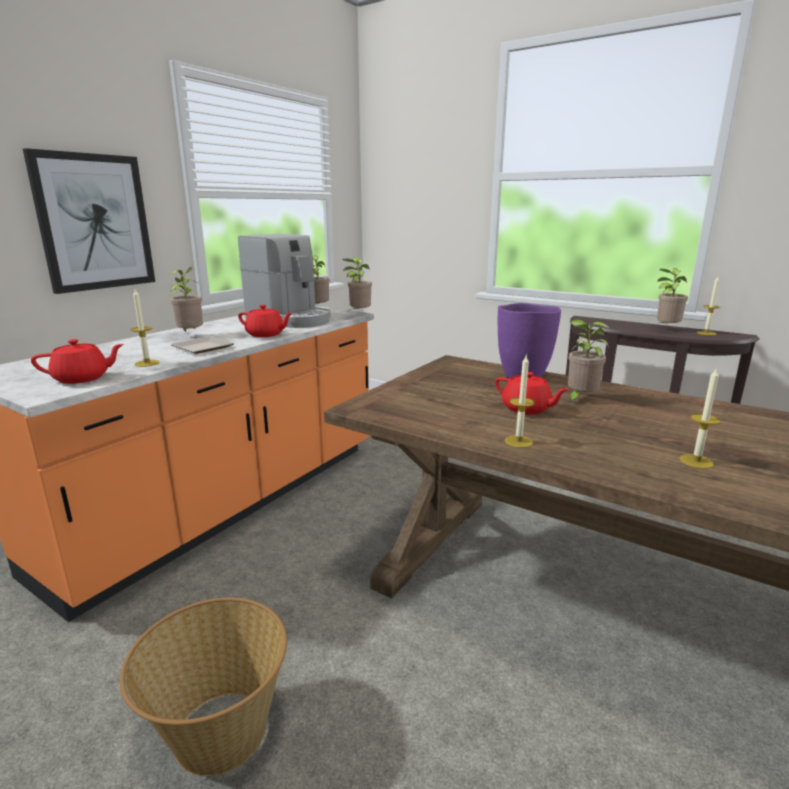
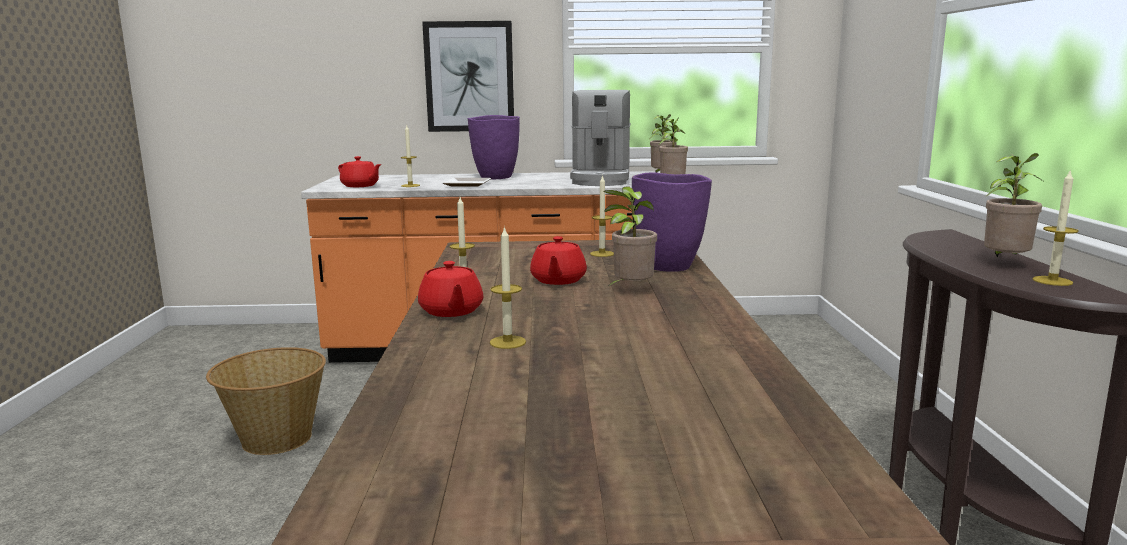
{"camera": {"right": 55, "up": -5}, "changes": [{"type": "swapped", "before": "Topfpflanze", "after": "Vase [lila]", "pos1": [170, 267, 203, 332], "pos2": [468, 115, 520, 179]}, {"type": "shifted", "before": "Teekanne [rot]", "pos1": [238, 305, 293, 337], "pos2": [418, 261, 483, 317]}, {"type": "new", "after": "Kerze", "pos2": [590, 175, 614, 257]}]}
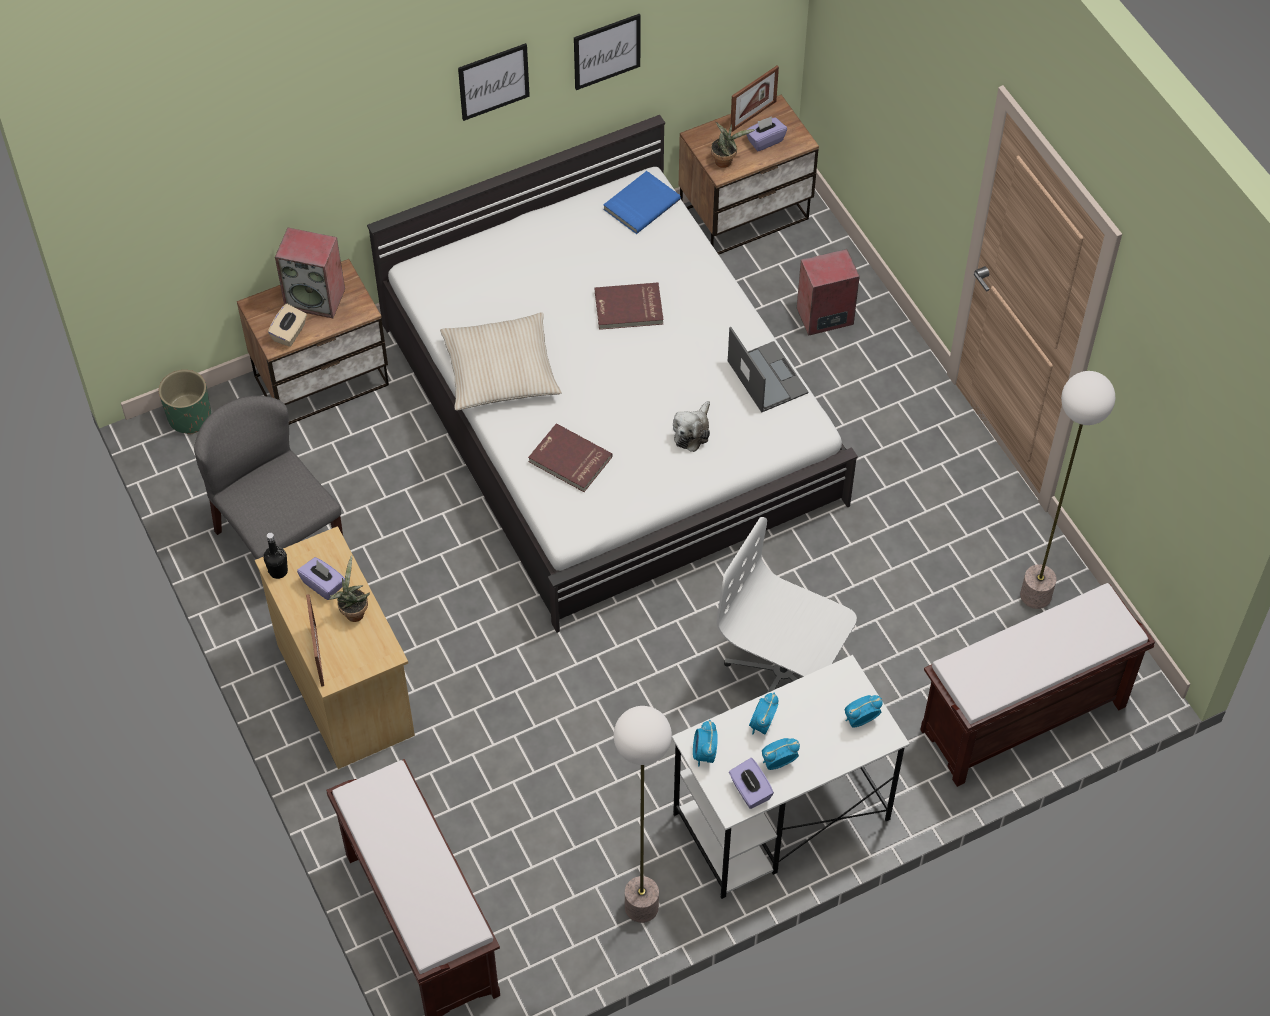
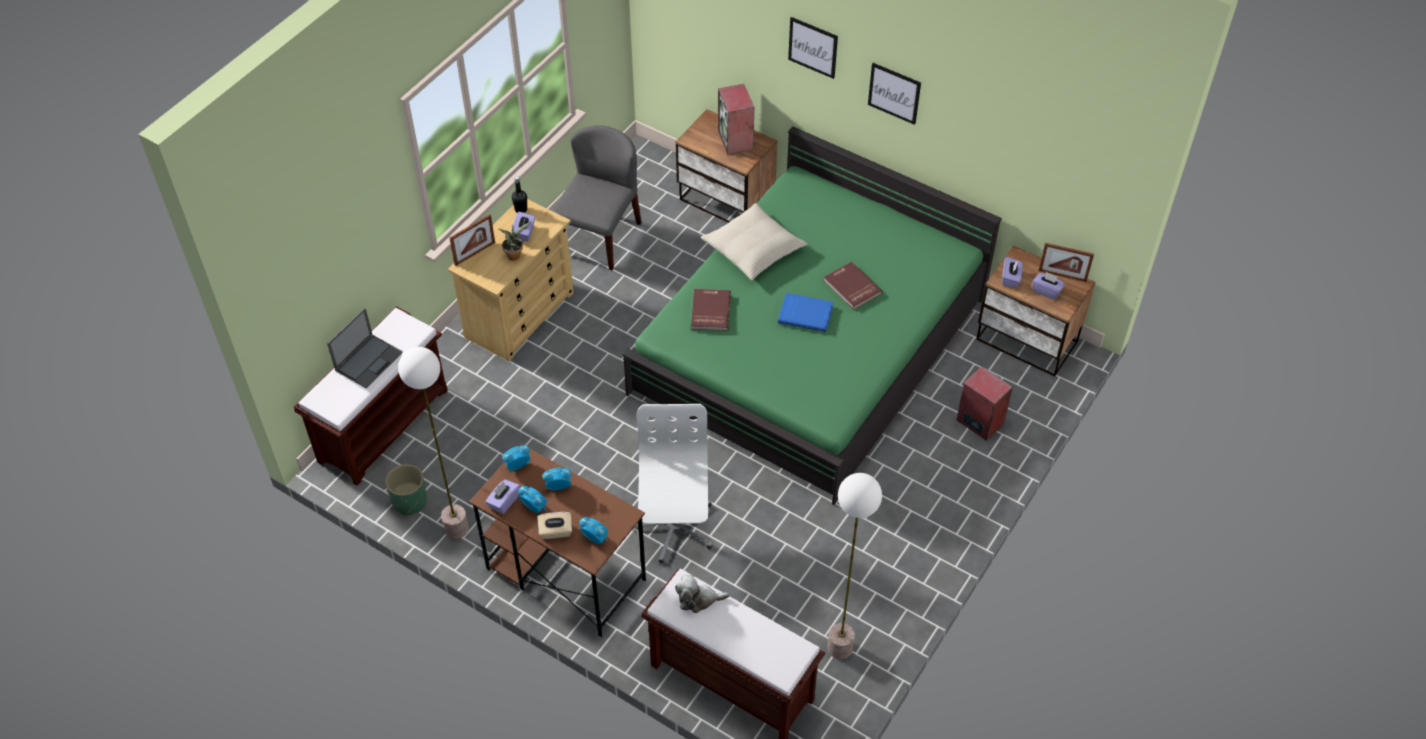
{"camera": {"right": 60, "up": -5}, "changes": [{"type": "shifted", "before": "Pflanzkübel [grün]", "pos1": [159, 370, 211, 435], "pos2": [385, 464, 427, 515]}, {"type": "shifted", "before": "Taschentuchbox [beige]", "pos1": [268, 304, 307, 347], "pos2": [537, 512, 572, 539]}, {"type": "repainted", "before": "Bett [weiß]", "after": "Bett [grün]", "pos1": [367, 115, 858, 633], "pos2": [622, 126, 1002, 505]}, {"type": "shifted", "before": "Bild", "pos1": [574, 14, 641, 90], "pos2": [788, 17, 838, 79]}, {"type": "shifted", "before": "Buch [blau]", "pos1": [603, 171, 681, 234], "pos2": [778, 293, 833, 332]}, {"type": "repainted", "before": "Schreibtisch [weiß]", "after": "Schreibtisch [braun]", "pos1": [672, 655, 910, 899], "pos2": [469, 444, 646, 637]}, {"type": "shifted", "before": "Plüschtier", "pos1": [673, 401, 710, 452], "pos2": [675, 574, 730, 613]}, {"type": "swapped", "before": "Topfpflanze", "after": "Taschentuchbox [lila]", "pos1": [711, 122, 755, 168], "pos2": [1002, 257, 1023, 287]}, {"type": "shifted", "before": "Laptop", "pos1": [728, 327, 809, 413], "pos2": [327, 308, 403, 389]}]}
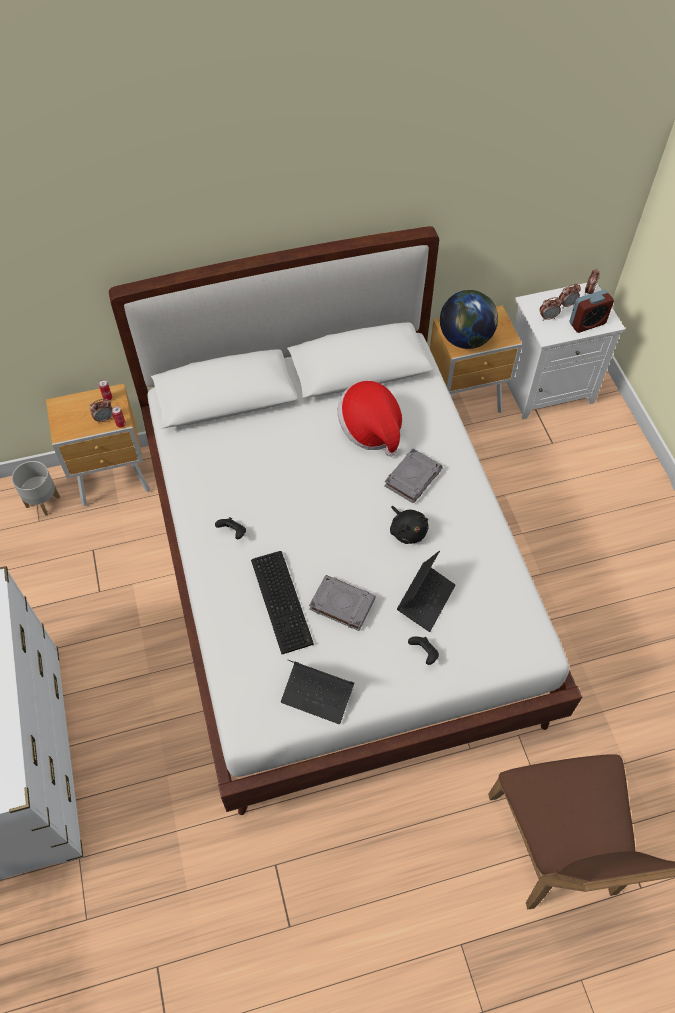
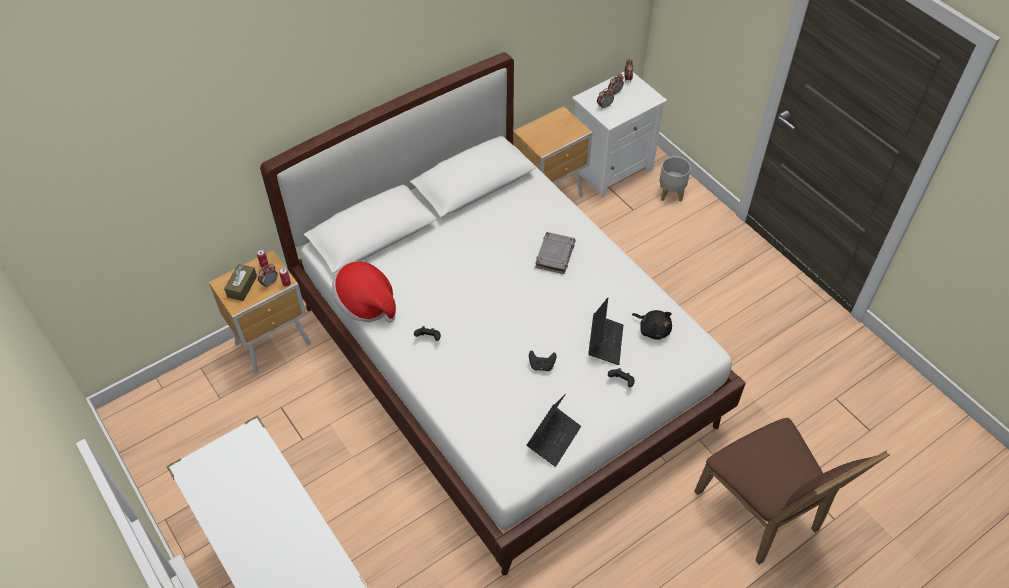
{"camera": {"right": -20, "up": -5}, "changes": [{"type": "shifted", "before": "Pflanzkübel [grau]", "pos1": [12, 461, 60, 516], "pos2": [659, 157, 691, 202]}, {"type": "gone", "before": "Tastatur", "pos1": [251, 551, 314, 654]}, {"type": "rotated", "before": "Laptop", "pos1": [281, 660, 354, 724], "pos2": [527, 394, 581, 467], "turn": -60}, {"type": "swapped", "before": "Buch [grau]", "after": "Gamepad [schwarz]", "pos1": [309, 575, 376, 631], "pos2": [529, 351, 557, 371]}, {"type": "shifted", "before": "Hut", "pos1": [338, 380, 402, 457], "pos2": [332, 261, 396, 323]}, {"type": "shifted", "before": "Plüschtier [schwarz]", "pos1": [390, 506, 429, 544], "pos2": [632, 310, 672, 340]}, {"type": "gone", "before": "Globus", "pos1": [440, 290, 498, 349]}, {"type": "gone", "before": "Wecker", "pos1": [569, 290, 614, 333]}, {"type": "new", "after": "Taschentuchbox [braun]", "pos2": [224, 264, 257, 301]}]}
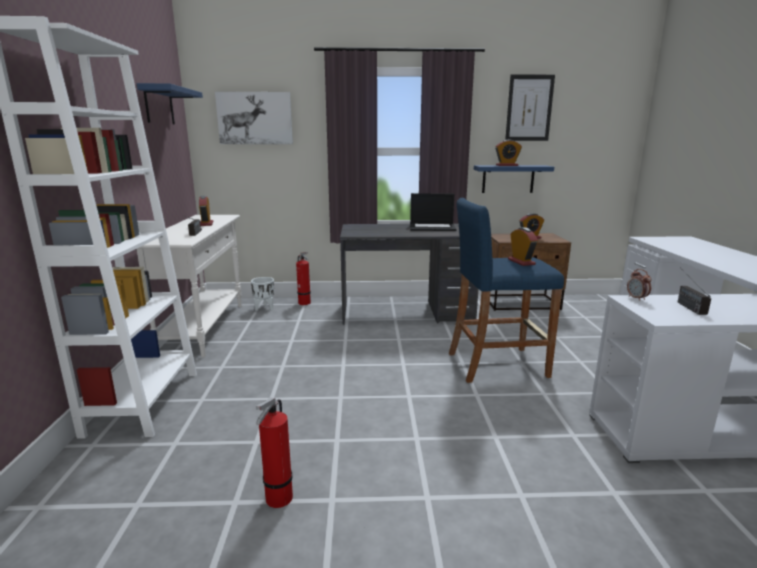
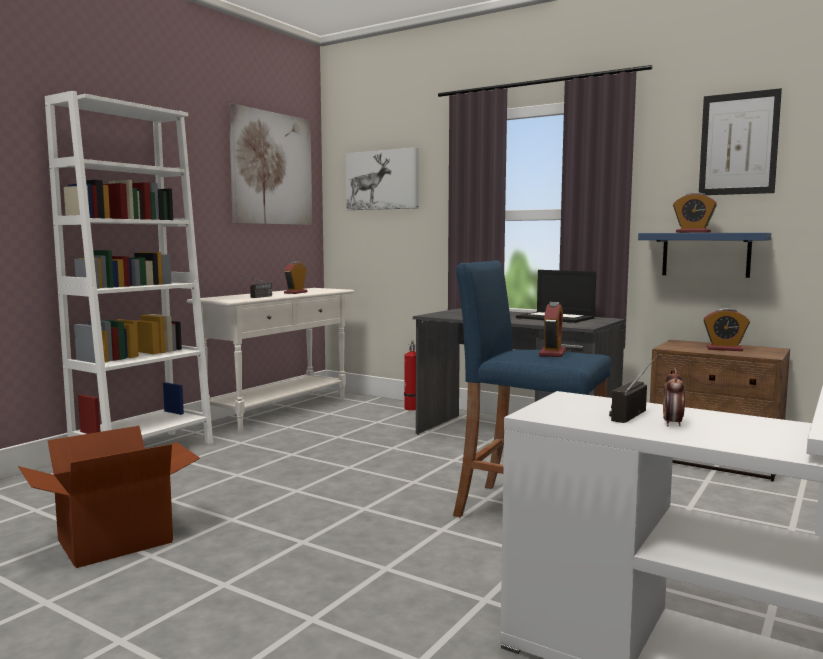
{"camera": {"right": 35, "up": -10}, "changes": [{"type": "swapped", "before": "Wandregal [blau]", "after": "Bild", "pos1": [137, 83, 203, 124], "pos2": [229, 103, 312, 225]}, {"type": "gone", "before": "Pflanzkübel [weiß]", "pos1": [251, 277, 274, 311]}, {"type": "swapped", "before": "Feuerlöscher", "after": "Karton", "pos1": [256, 398, 293, 508], "pos2": [18, 426, 200, 568]}, {"type": "shifted", "before": "Wecker", "pos1": [627, 269, 652, 301], "pos2": [663, 368, 685, 426]}]}
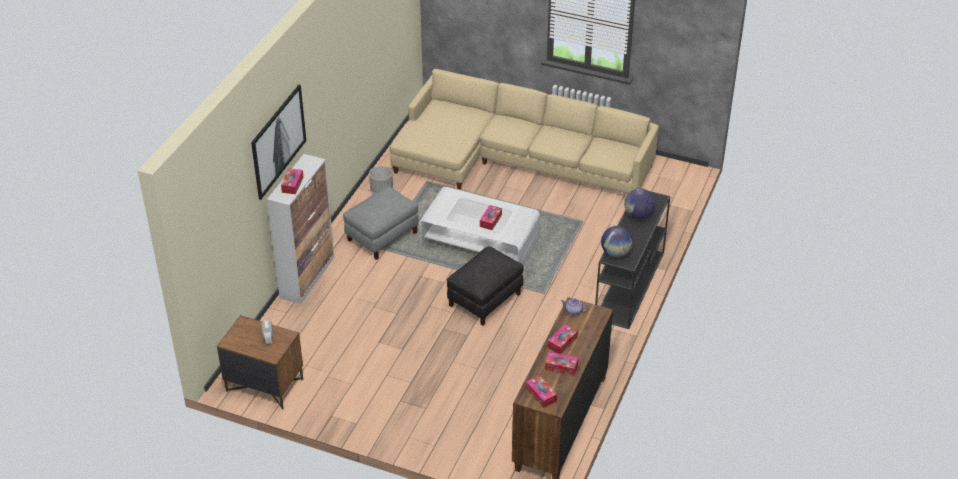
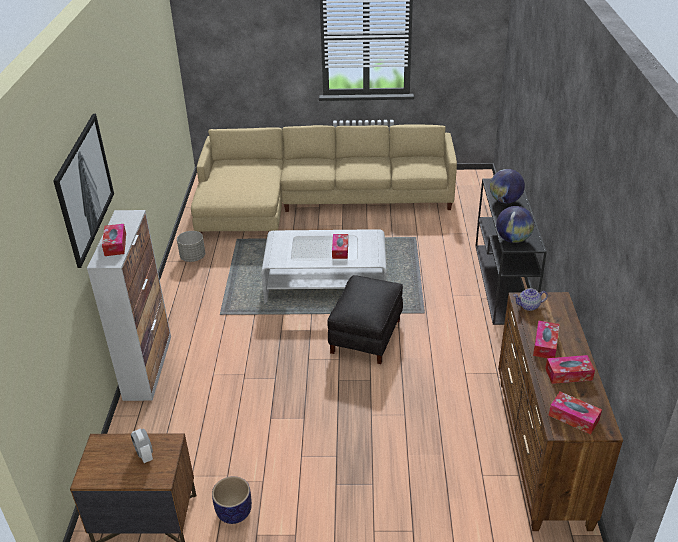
{"camera": {"right": -20, "up": -5}, "changes": [{"type": "gone", "before": "Polsterhocker [grau]", "pos1": [343, 186, 419, 260]}, {"type": "new", "after": "Pflanzkübel", "pos2": [212, 476, 252, 524]}]}
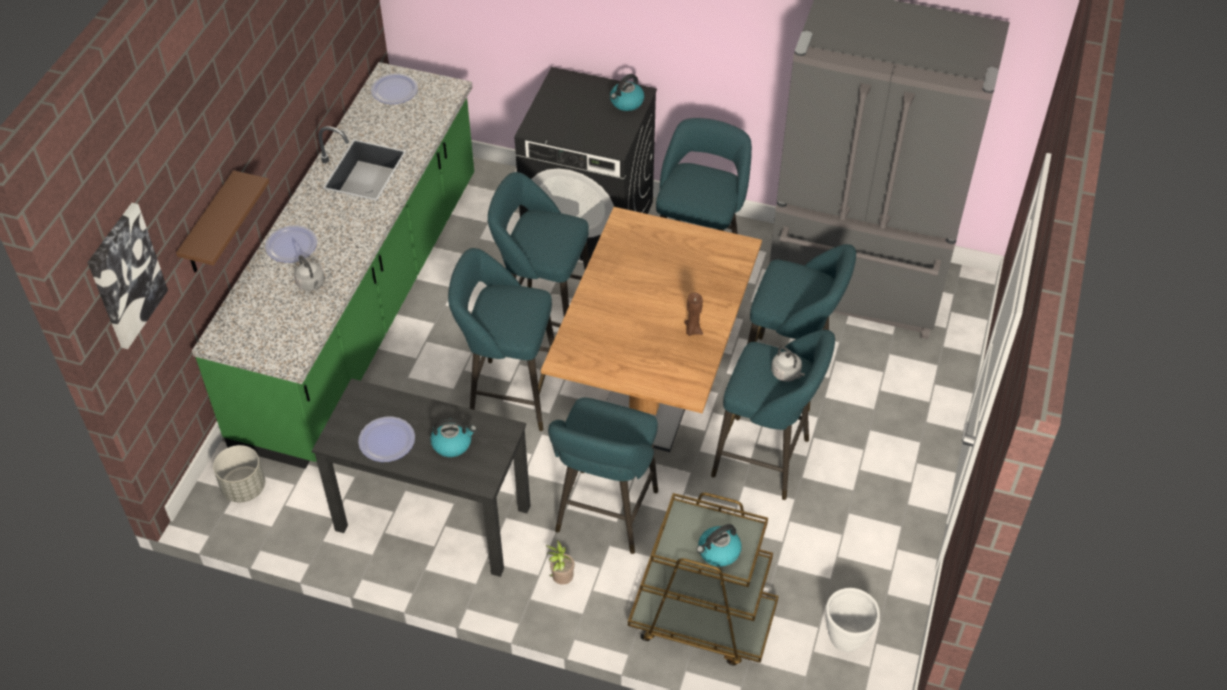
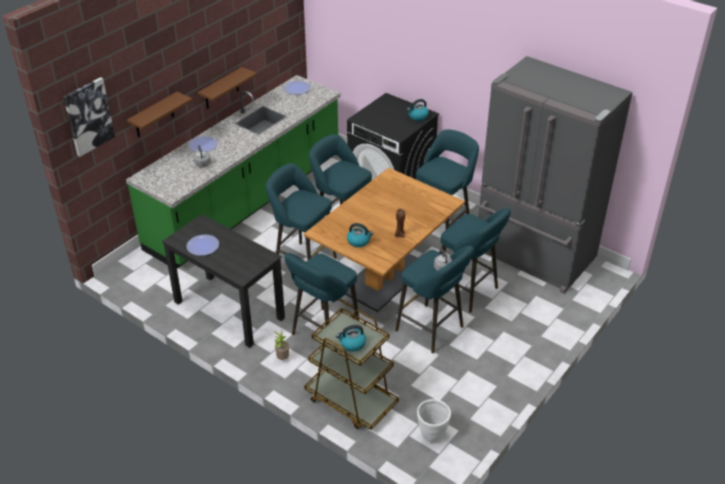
{"camera": {"right": 20, "up": -10}, "changes": [{"type": "gone", "before": "Pflanzkübel [grau]", "pos1": [213, 445, 265, 502]}, {"type": "shifted", "before": "Wasserkessel", "pos1": [430, 419, 477, 457], "pos2": [347, 223, 373, 247]}, {"type": "new", "after": "Wandregal [braun]", "pos2": [198, 67, 257, 109]}]}
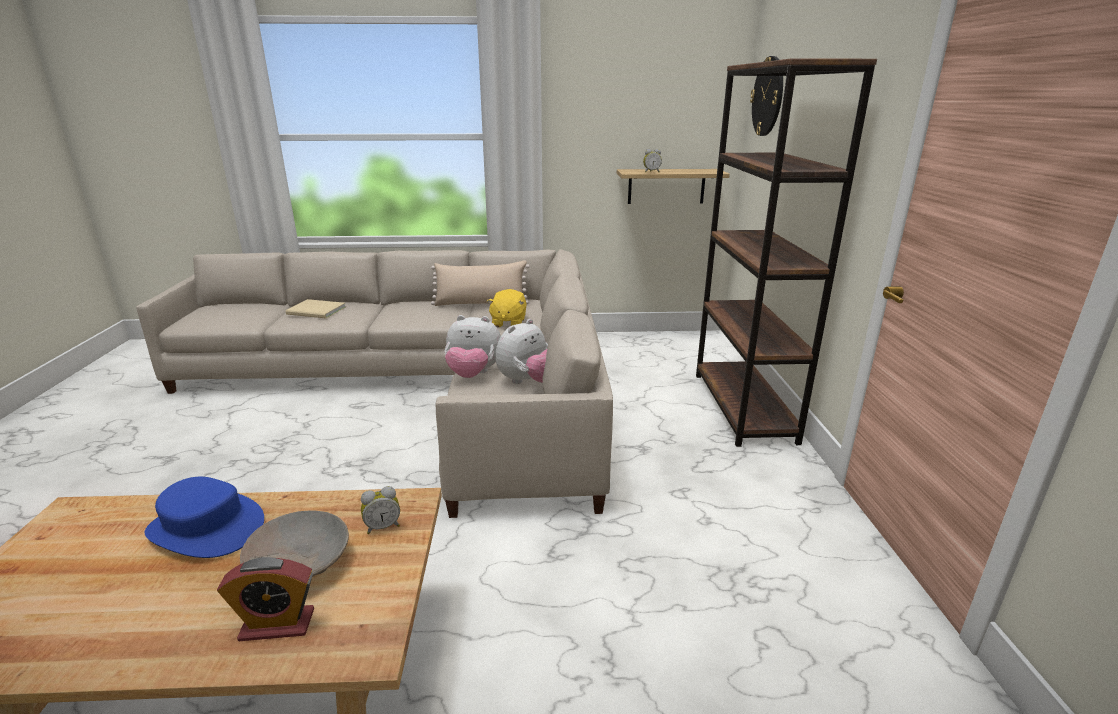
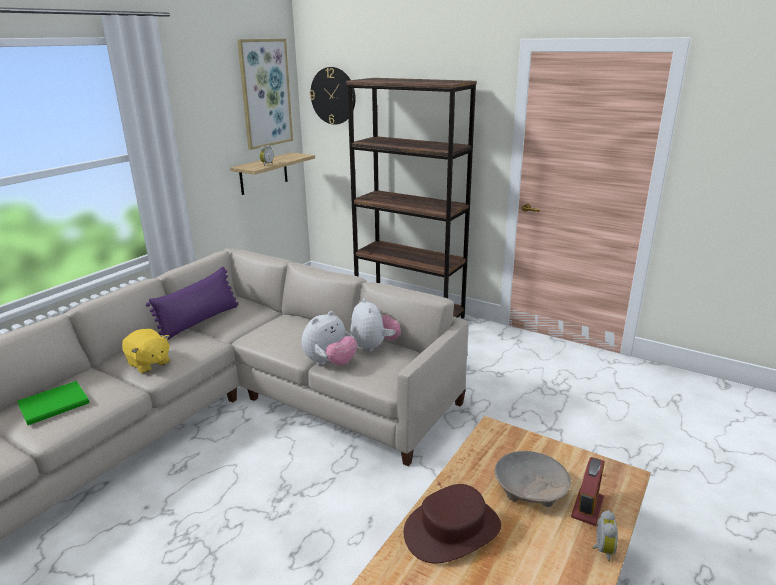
{"camera": {"right": -55, "up": 0}, "changes": [{"type": "repainted", "before": "Hut [blau]", "after": "Hut [braun]", "pos1": [144, 477, 264, 558], "pos2": [404, 484, 501, 563]}, {"type": "repainted", "before": "Buch [beige]", "after": "Buch [grün]", "pos1": [286, 299, 345, 318], "pos2": [17, 381, 90, 425]}, {"type": "shifted", "before": "Wecker", "pos1": [361, 486, 400, 534], "pos2": [592, 510, 618, 562]}, {"type": "repainted", "before": "Kissen [beige]", "after": "Kissen [lila]", "pos1": [431, 260, 530, 306], "pos2": [146, 267, 239, 340]}, {"type": "shifted", "before": "Plüschtier [gelb]", "pos1": [487, 289, 527, 327], "pos2": [122, 329, 170, 373]}, {"type": "new", "after": "Bild", "pos2": [237, 39, 293, 150]}]}
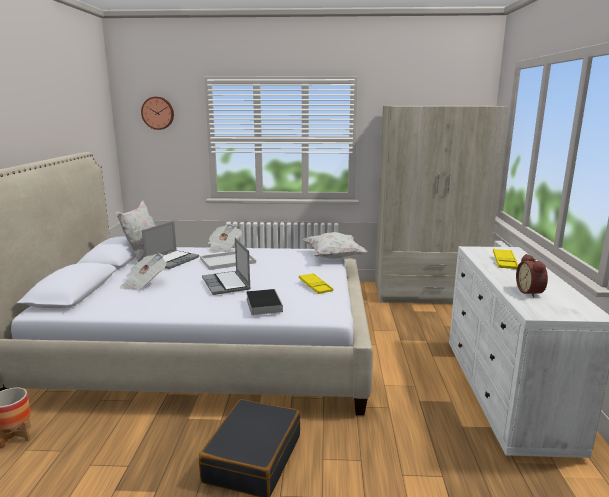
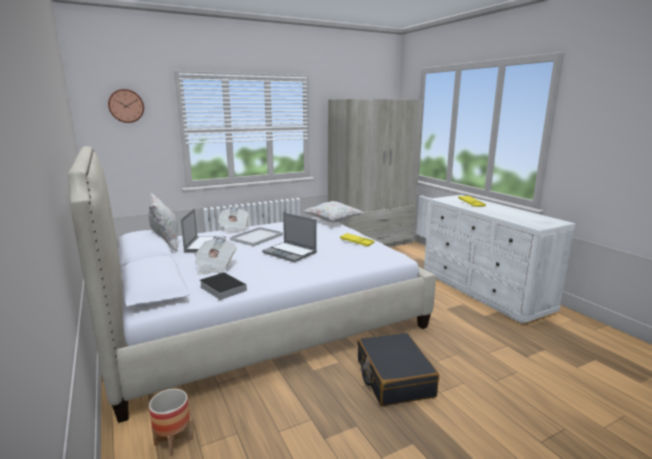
{"camera": {"right": -30, "up": 0}, "changes": [{"type": "shifted", "before": "Buch", "pos1": [246, 289, 283, 315], "pos2": [199, 272, 247, 300]}, {"type": "gone", "before": "Wecker", "pos1": [516, 254, 548, 298]}]}
